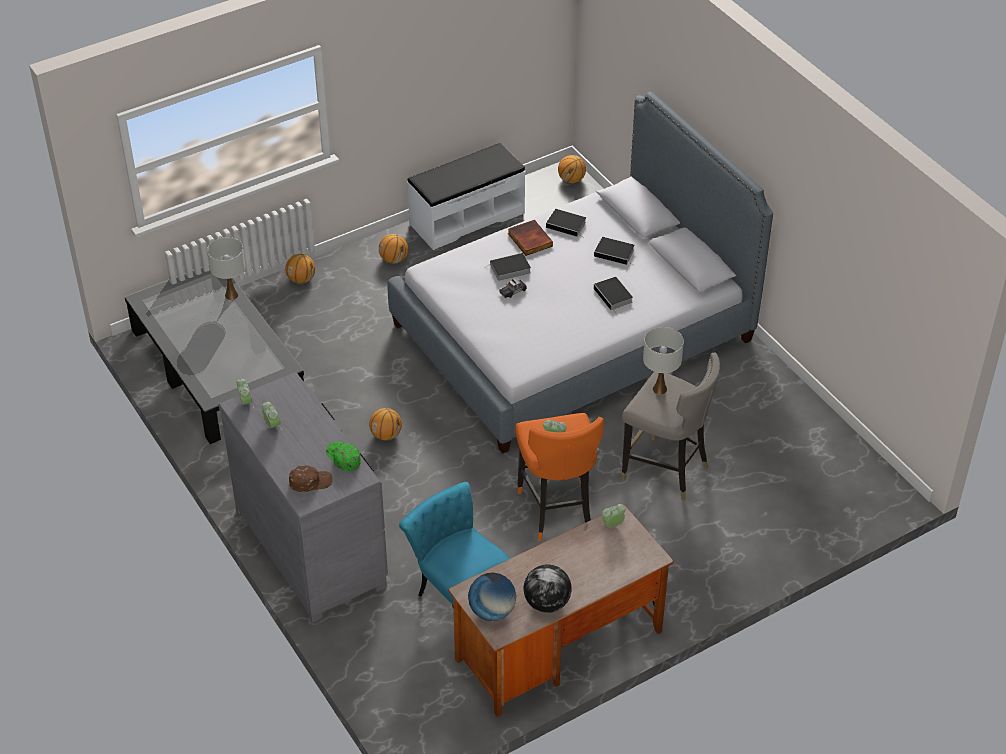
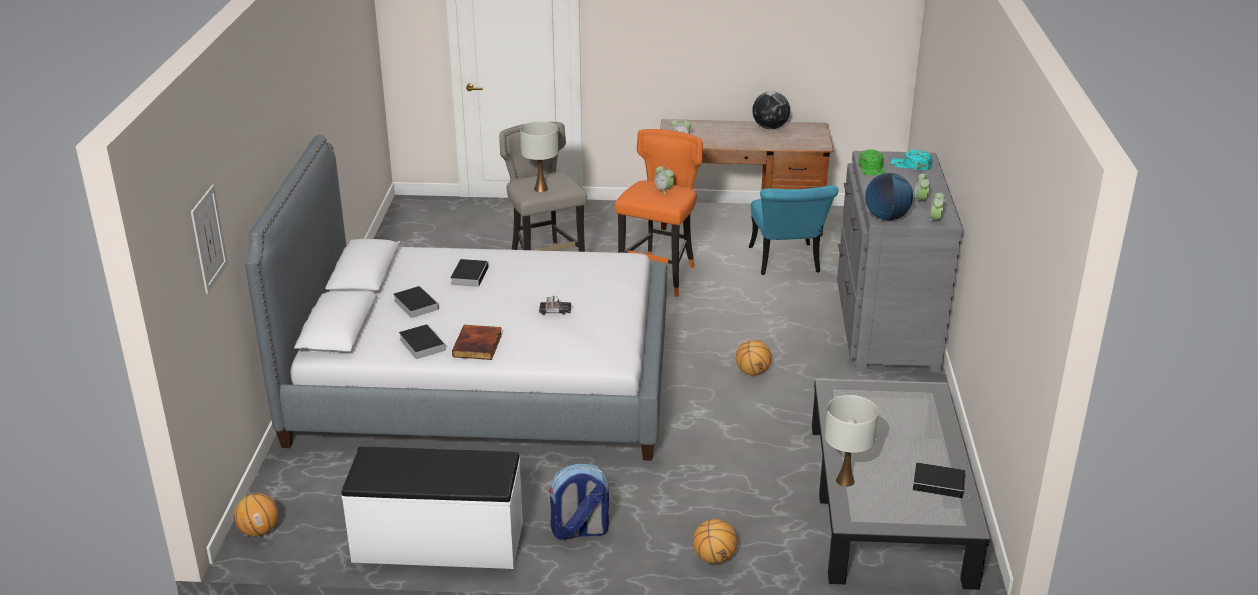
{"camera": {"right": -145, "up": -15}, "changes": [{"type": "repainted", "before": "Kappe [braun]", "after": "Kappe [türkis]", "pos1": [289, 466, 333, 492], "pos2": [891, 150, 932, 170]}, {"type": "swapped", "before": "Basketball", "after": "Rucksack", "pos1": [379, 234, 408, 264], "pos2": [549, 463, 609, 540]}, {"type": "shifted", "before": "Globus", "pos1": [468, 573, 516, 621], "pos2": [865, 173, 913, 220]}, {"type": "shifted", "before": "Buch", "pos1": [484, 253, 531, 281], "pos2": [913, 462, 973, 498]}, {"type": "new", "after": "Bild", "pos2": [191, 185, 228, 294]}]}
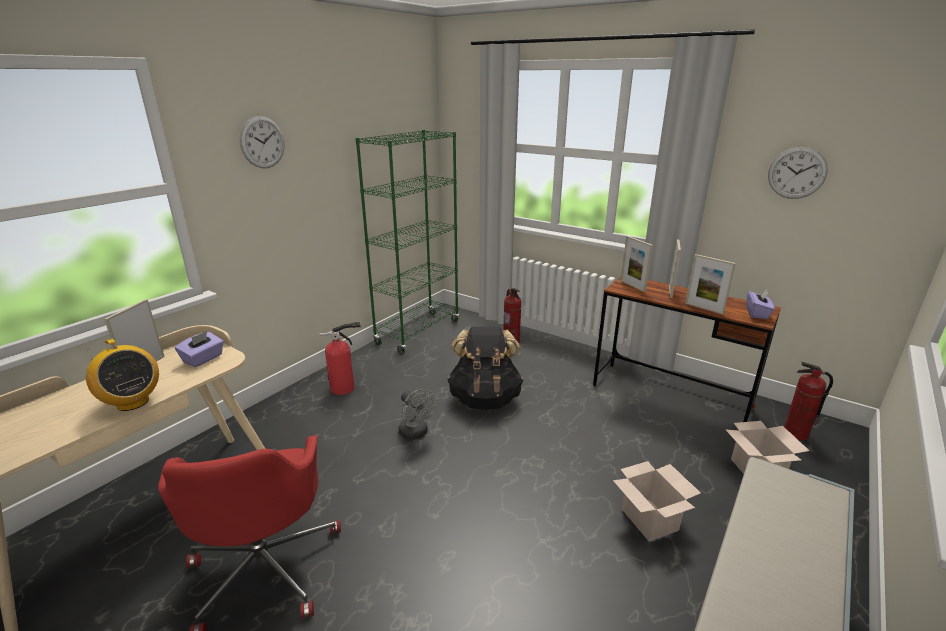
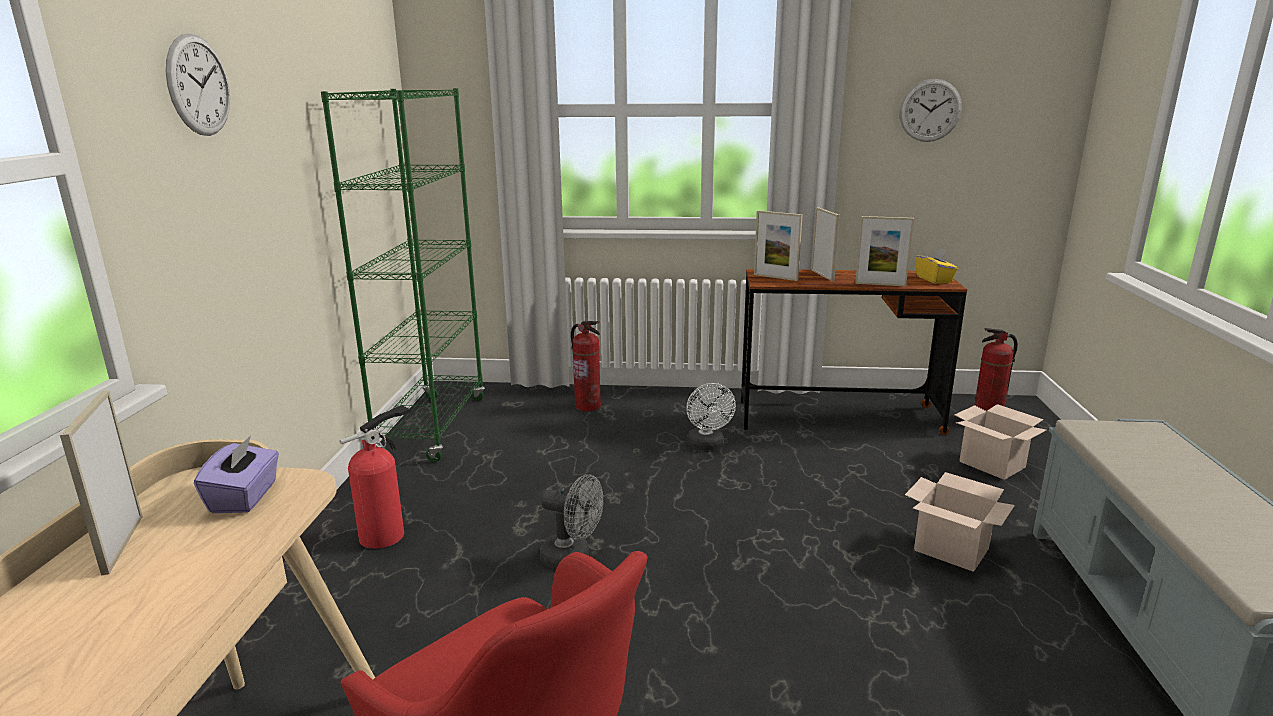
{"camera": {"right": -30, "up": -5}, "changes": [{"type": "gone", "before": "Radio", "pos1": [86, 339, 159, 411]}, {"type": "gone", "before": "Rucksack [schwarz]", "pos1": [448, 327, 523, 410]}, {"type": "repainted", "before": "Taschentuchbox [lila]", "after": "Taschentuchbox [gelb]", "pos1": [746, 290, 775, 319], "pos2": [915, 248, 958, 284]}, {"type": "new", "after": "Ventilator [weiß]", "pos2": [686, 383, 736, 450]}]}
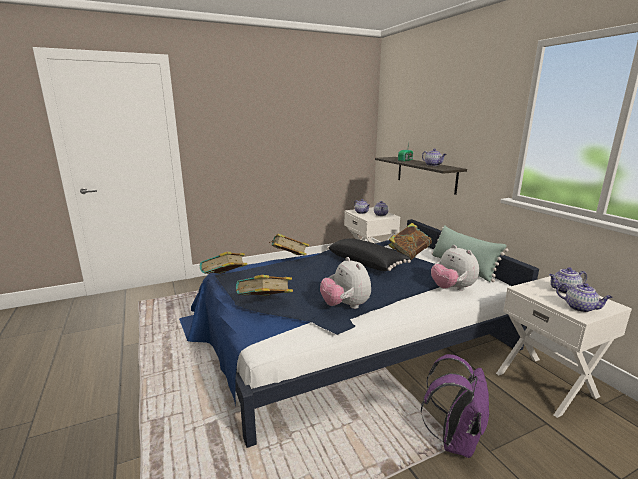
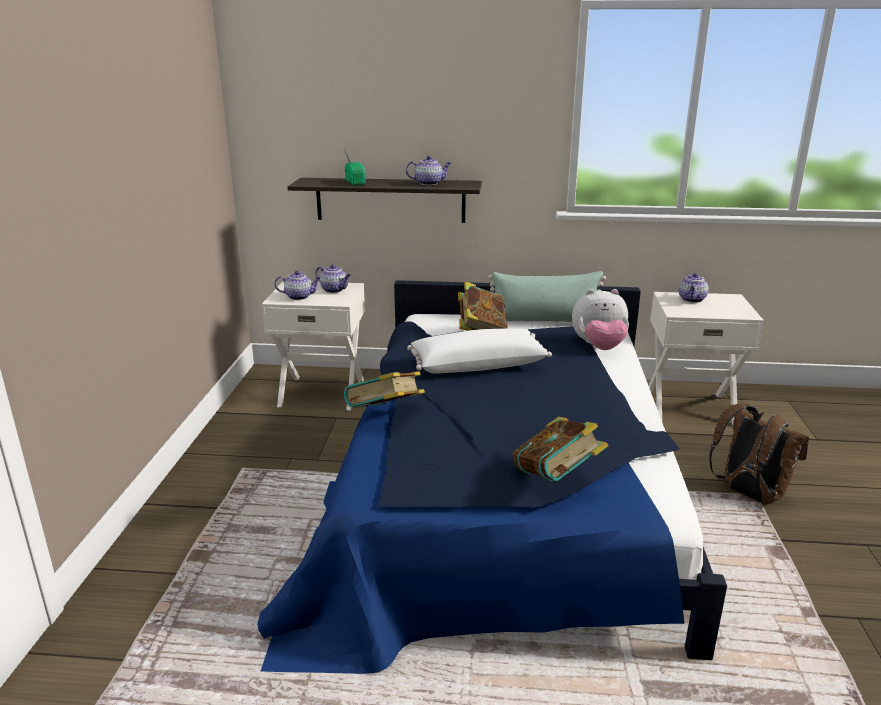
{"camera": {"right": -60, "up": 5}, "changes": [{"type": "gone", "before": "Buch", "pos1": [200, 252, 248, 274]}, {"type": "gone", "before": "Plüschtier", "pos1": [320, 257, 371, 309]}, {"type": "repainted", "before": "Kissen [schwarz]", "after": "Kissen [weiß]", "pos1": [327, 238, 411, 271], "pos2": [407, 328, 552, 374]}, {"type": "repainted", "before": "Rucksack [lila]", "after": "Rucksack [braun]", "pos1": [421, 354, 490, 458], "pos2": [709, 404, 809, 505]}, {"type": "gone", "before": "Teekanne", "pos1": [556, 283, 613, 312]}]}
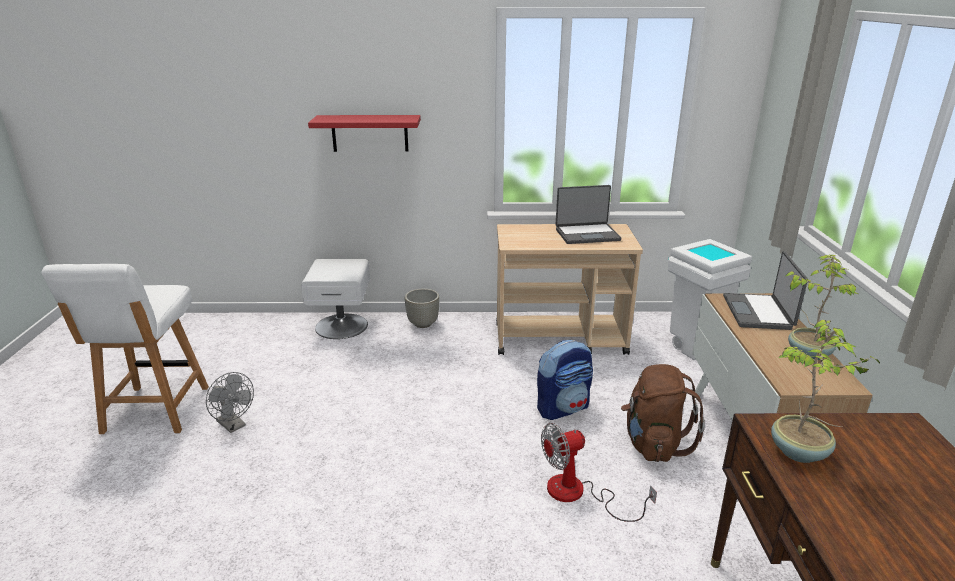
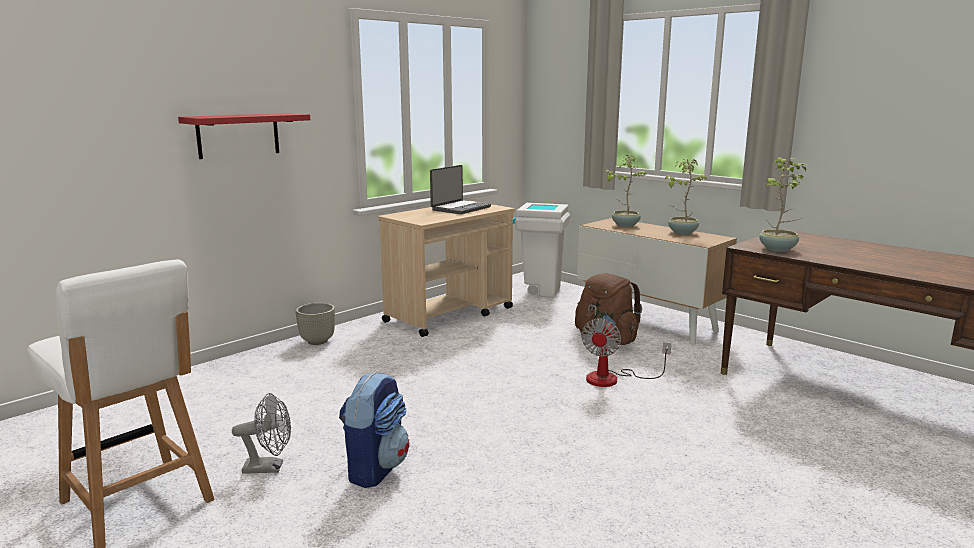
{"camera": {"right": -45, "up": -10}, "changes": [{"type": "gone", "before": "Nachttisch [weiß]", "pos1": [301, 259, 370, 339]}, {"type": "shifted", "before": "Rucksack", "pos1": [537, 340, 593, 420], "pos2": [339, 372, 409, 488]}, {"type": "swapped", "before": "Laptop", "after": "Topfpflanze", "pos1": [723, 251, 808, 330], "pos2": [604, 155, 647, 227]}]}
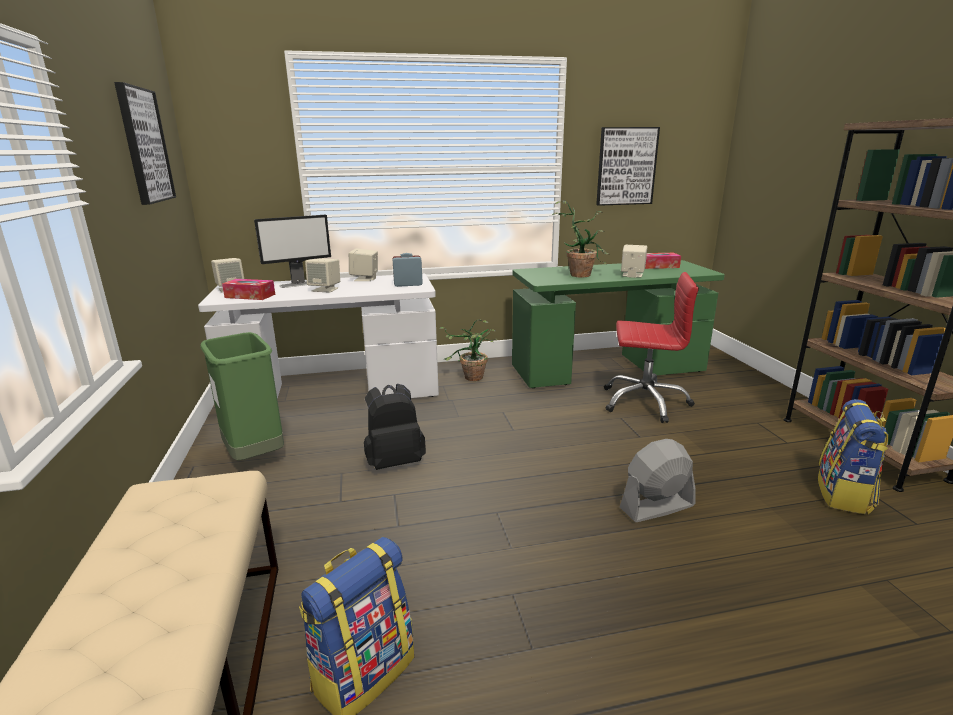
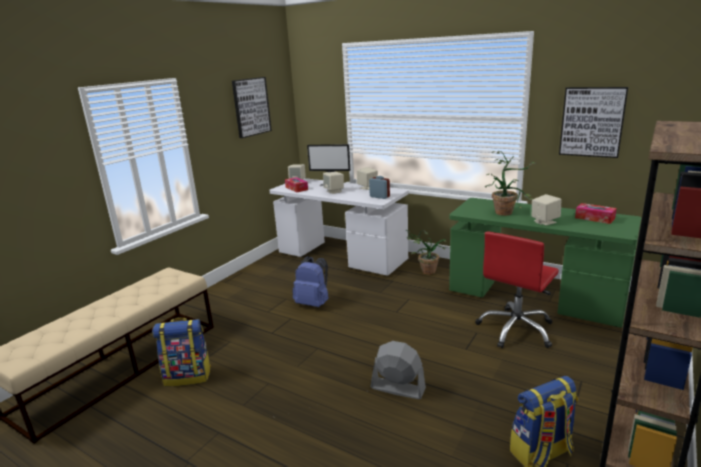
{"camera": {"right": 45, "up": 0}, "changes": [{"type": "gone", "before": "Mülleimer [grün]", "pos1": [200, 332, 284, 460]}, {"type": "repainted", "before": "Rucksack [schwarz]", "after": "Rucksack [blau]", "pos1": [364, 384, 426, 470], "pos2": [292, 256, 329, 307]}, {"type": "rotated", "before": "Bürostuhl [rot]", "pos1": [604, 272, 699, 423], "pos2": [475, 231, 559, 348], "turn": 75}]}
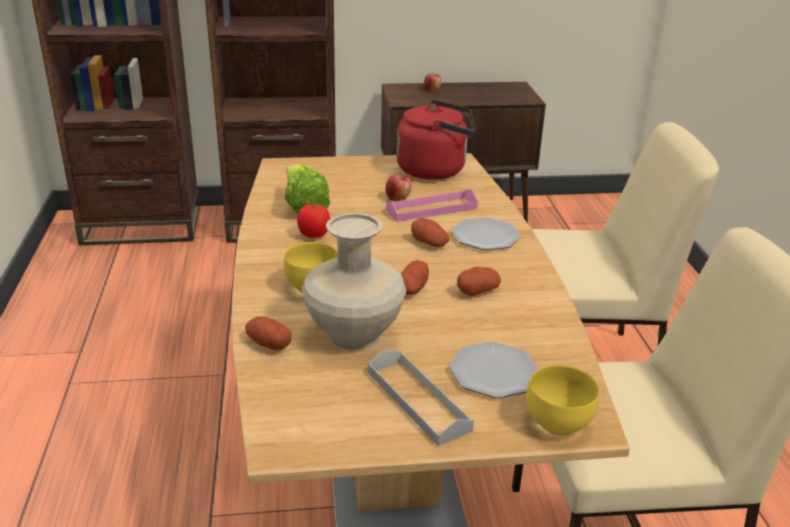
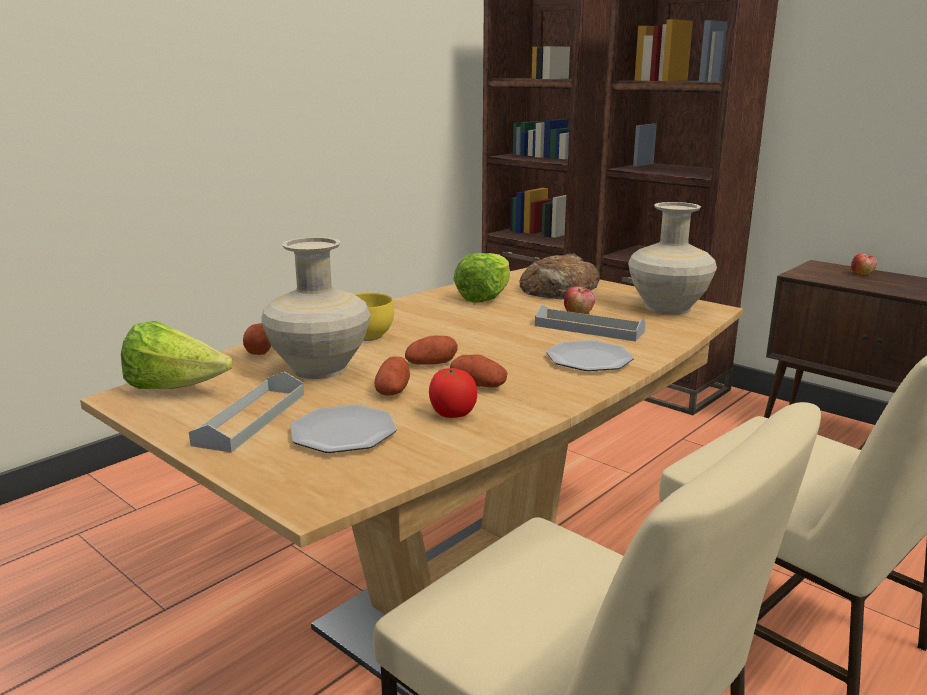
{"camera": {"right": 50, "up": -10}, "changes": [{"type": "shifted", "before": "Tomate", "pos1": [297, 204, 330, 238], "pos2": [429, 368, 477, 418]}, {"type": "repainted", "before": "Tablett [rosa]", "after": "Tablett [grau]", "pos1": [386, 189, 478, 222], "pos2": [535, 304, 646, 342]}, {"type": "swapped", "before": "Wasserkessel [rot]", "after": "Vase [beige]", "pos1": [396, 99, 476, 180], "pos2": [628, 202, 717, 315]}, {"type": "shifted", "before": "Kartoffel", "pos1": [411, 218, 449, 247], "pos2": [374, 356, 410, 396]}, {"type": "gone", "before": "Schüssel [gelb]", "pos1": [527, 365, 599, 435]}, {"type": "new", "after": "Salatkopf", "pos2": [121, 321, 233, 389]}, {"type": "new", "after": "Brot", "pos2": [520, 253, 600, 299]}]}
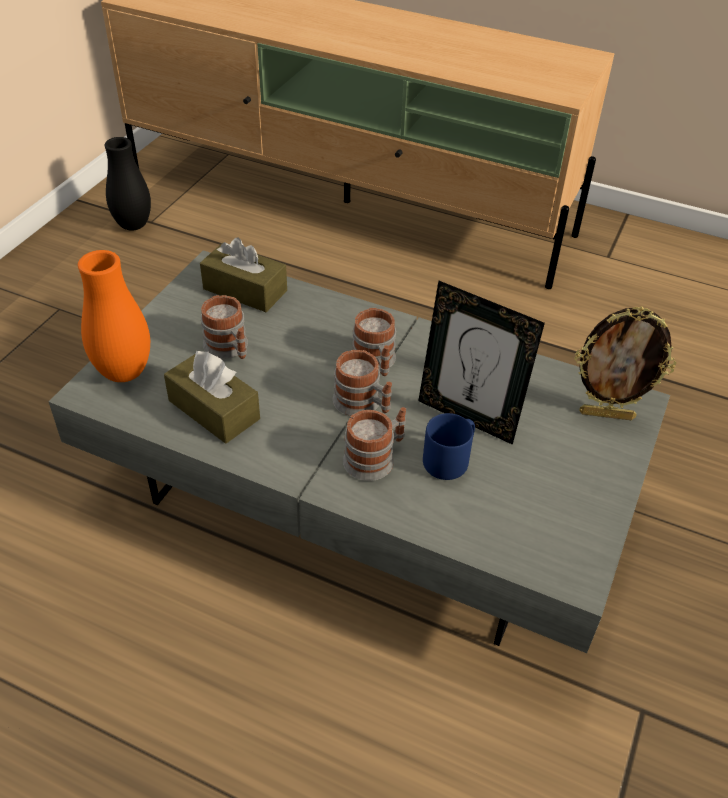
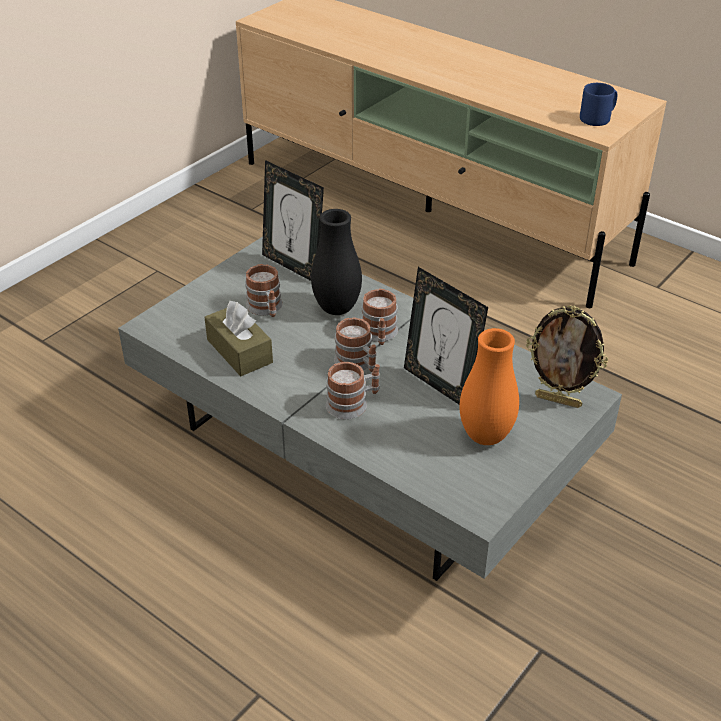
{"camera": {"right": 15, "up": -5}, "changes": [{"type": "shifted", "before": "Vase [orange]", "pos1": [78, 250, 150, 382], "pos2": [460, 328, 519, 445]}, {"type": "shifted", "before": "Vase [schwarz]", "pos1": [104, 137, 151, 231], "pos2": [311, 209, 362, 315]}, {"type": "swapped", "before": "Taschentuchbox [braun]", "after": "Bilderrahmen", "pos1": [200, 238, 287, 312], "pos2": [262, 160, 324, 281]}, {"type": "shifted", "before": "Henkelbecher [blau]", "pos1": [423, 413, 475, 480], "pos2": [580, 83, 618, 126]}]}
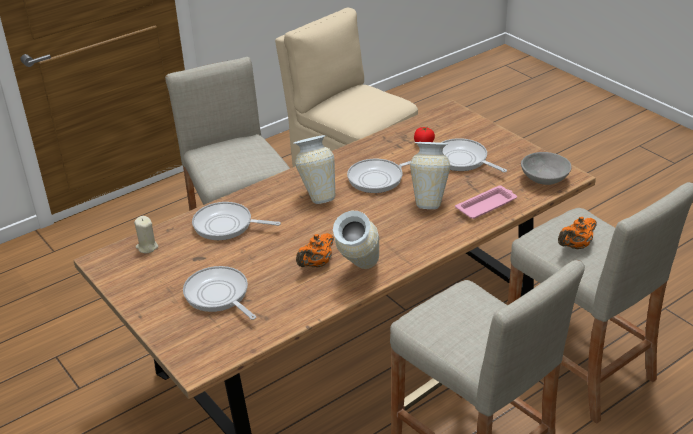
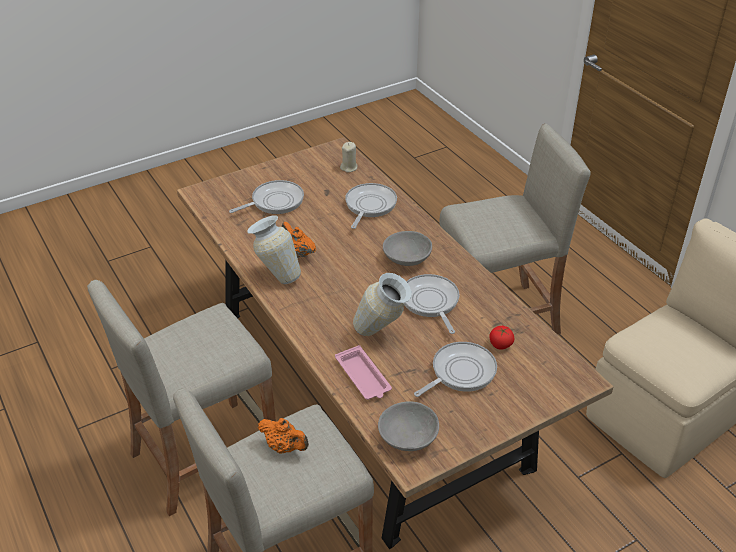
{"camera": {"right": 95, "up": 5}, "changes": [{"type": "swapped", "before": "Vase", "after": "Schüssel [grau]", "pos1": [294, 135, 335, 204], "pos2": [383, 231, 432, 266]}, {"type": "rotated", "before": "Teekanne [orange]", "pos1": [558, 217, 597, 249], "pos2": [258, 418, 309, 454], "turn": 150}]}
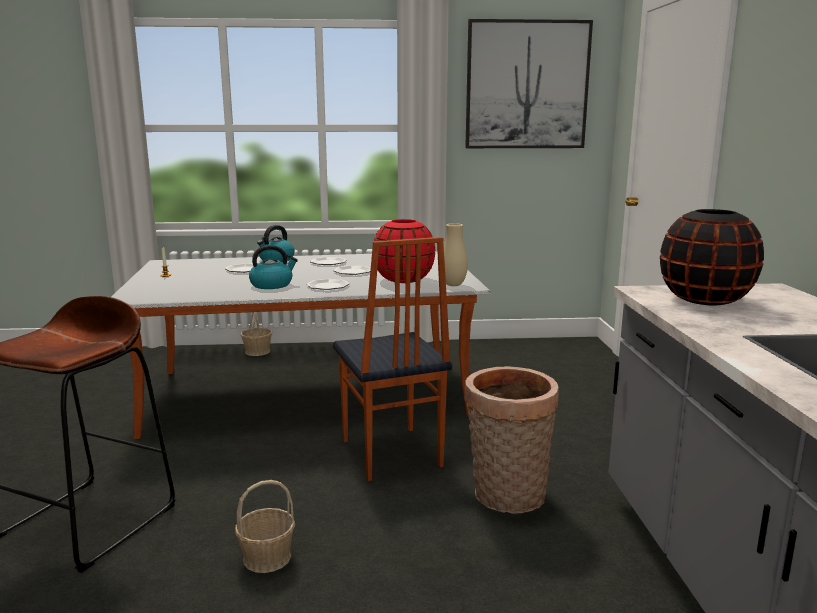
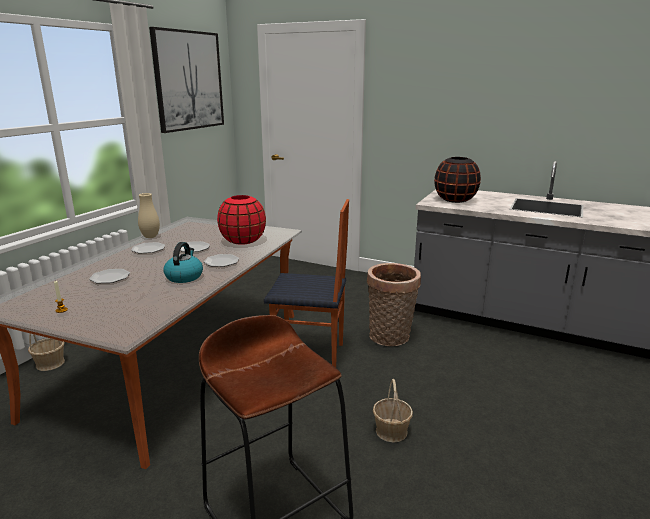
{"camera": {"right": -60, "up": 5}, "changes": [{"type": "gone", "before": "Wasserkessel", "pos1": [257, 225, 295, 262]}, {"type": "shifted", "before": "Vase [beige]", "pos1": [444, 223, 468, 286], "pos2": [138, 193, 160, 238]}]}
